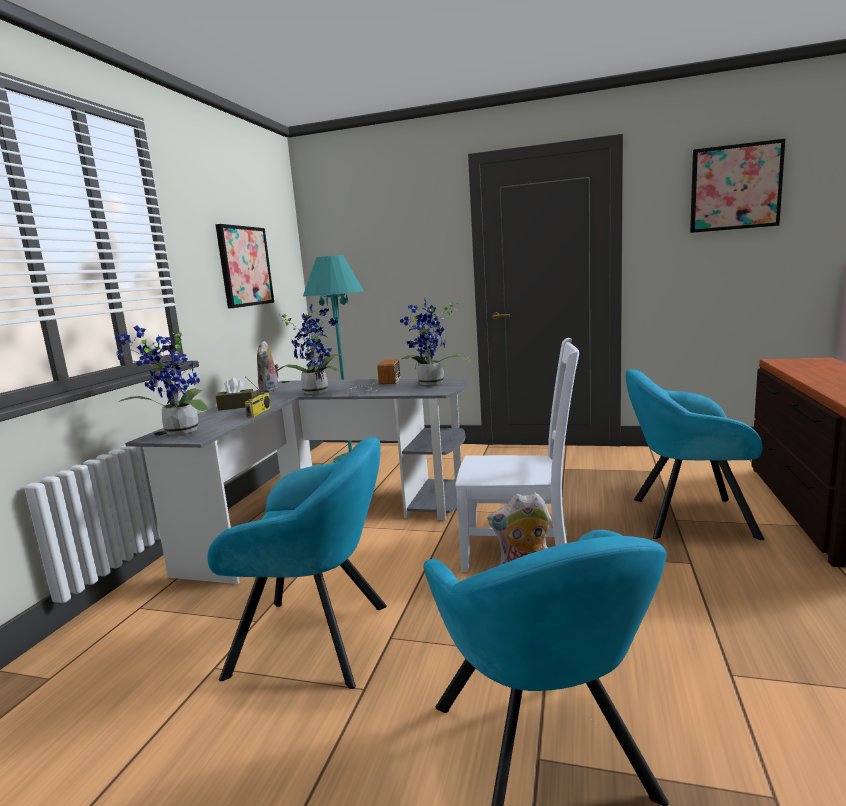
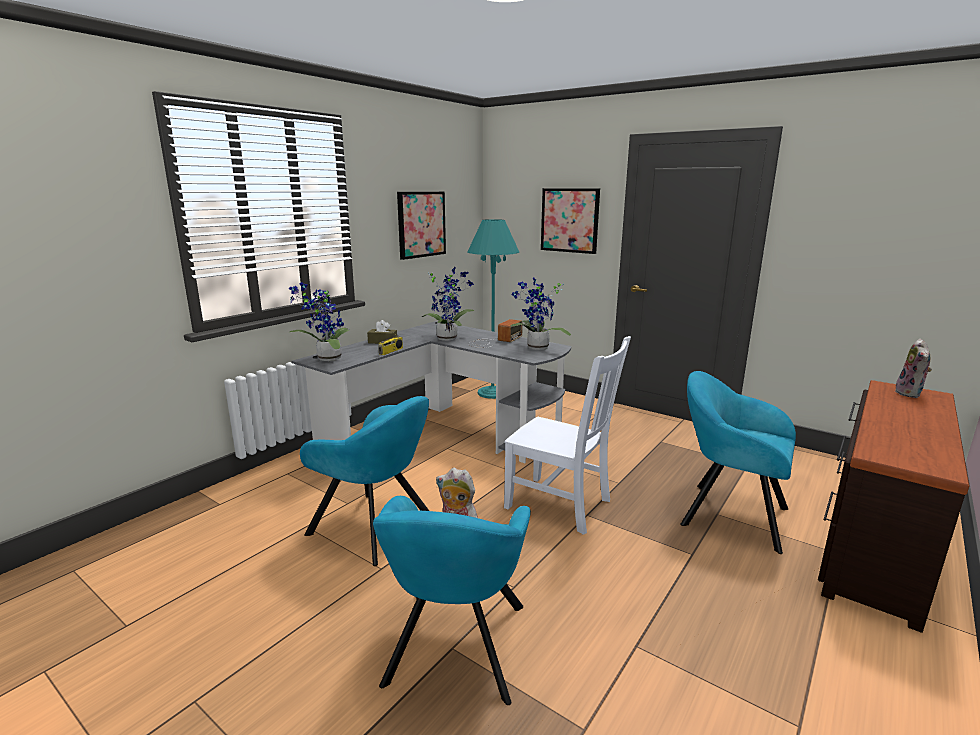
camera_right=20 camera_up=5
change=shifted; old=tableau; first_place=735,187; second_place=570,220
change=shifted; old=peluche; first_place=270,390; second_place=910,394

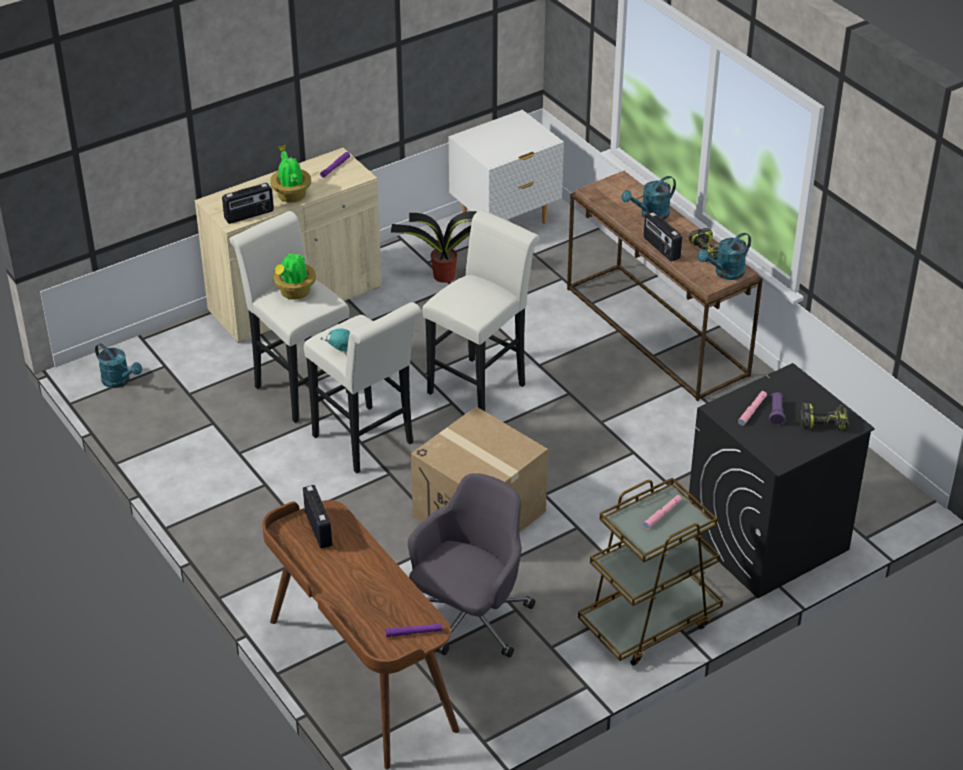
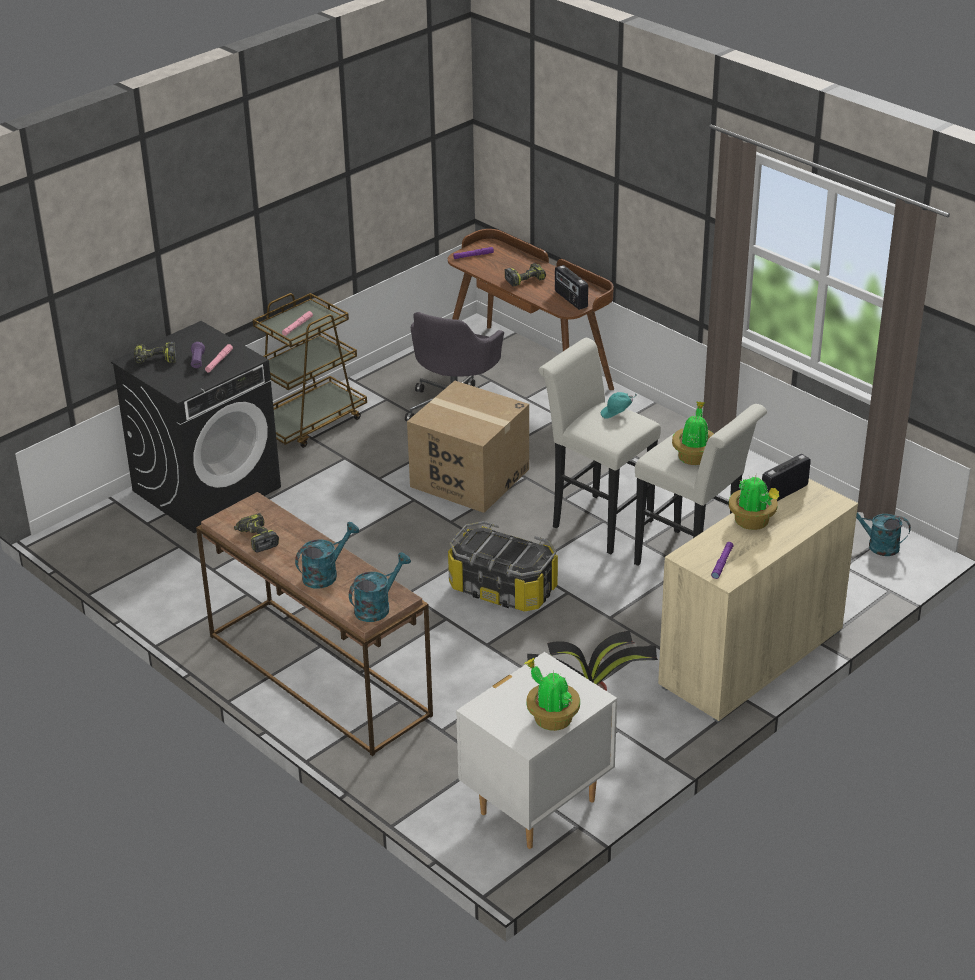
camera_right=170 camera_up=-5
change=shifted; old=arrosoir [turquoise]; first_place=725,273; second_place=377,607
change=swapped; old=tabouret [blanc]; new=boîte de rangement; first_place=481,385; second_place=502,589
change=new; new=perceuse; second_place=525,279
change=new; new=plante en pot; second_place=551,718
change=gone; old=radio; first_place=661,248

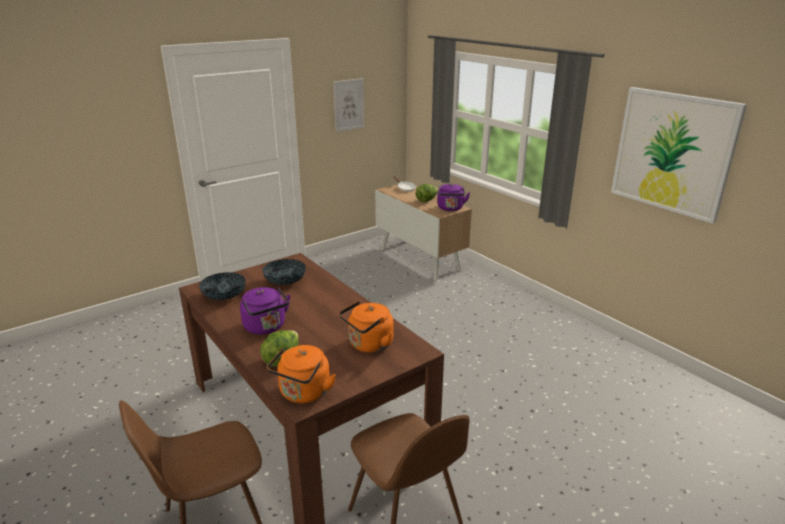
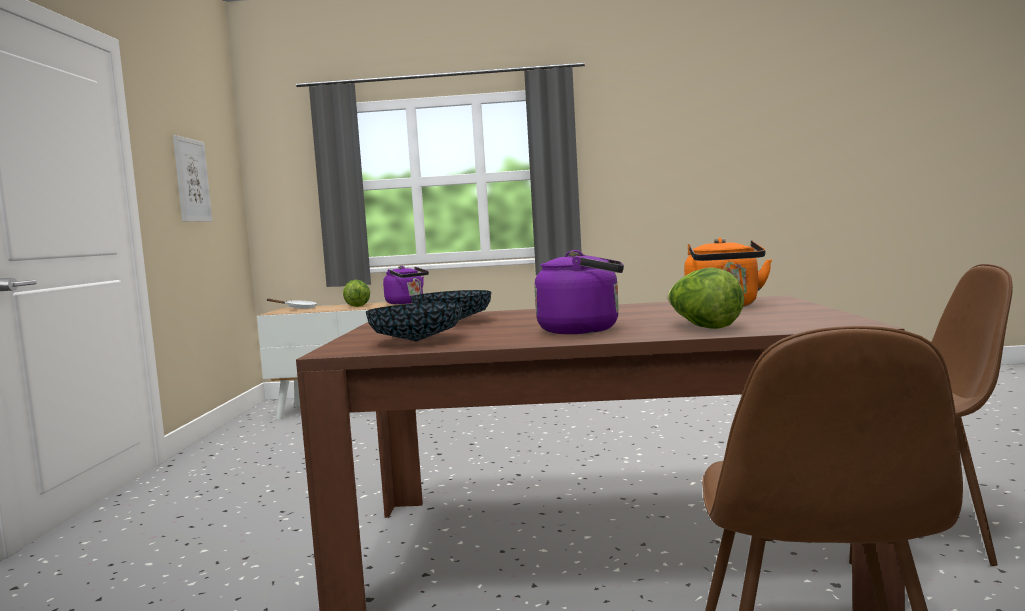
camera_right=-50 camera_up=-20
change=gone; old=bouilloire [orange]; first_place=303,394
change=gone; old=tableau; first_place=673,152

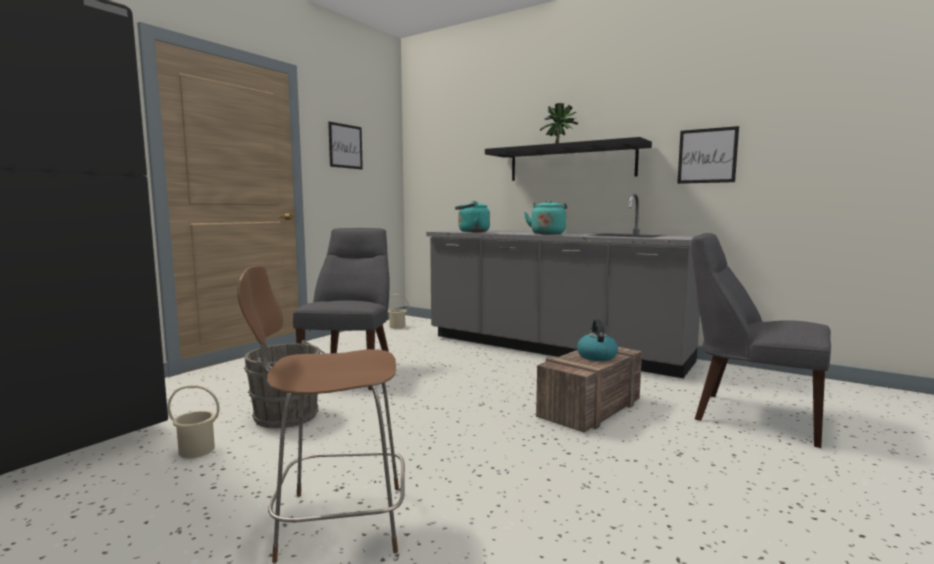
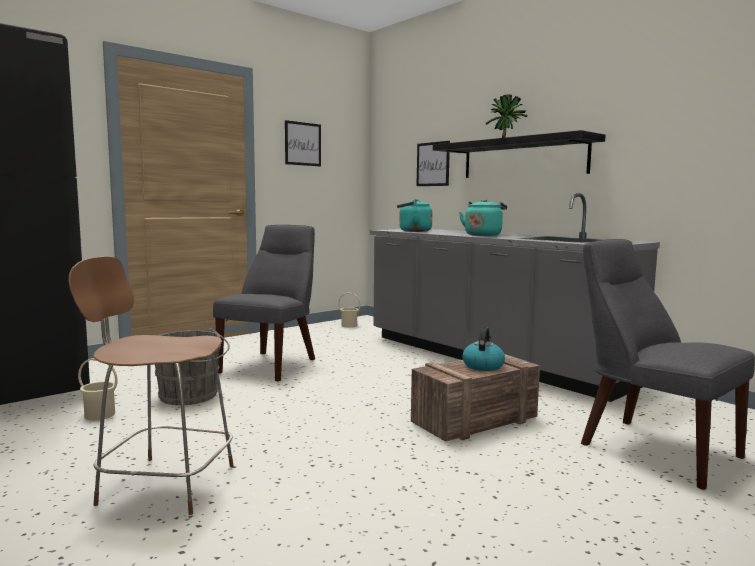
camera_right=15 camera_up=0
change=shifted; old=tableau; first_place=707,156; second_place=433,164

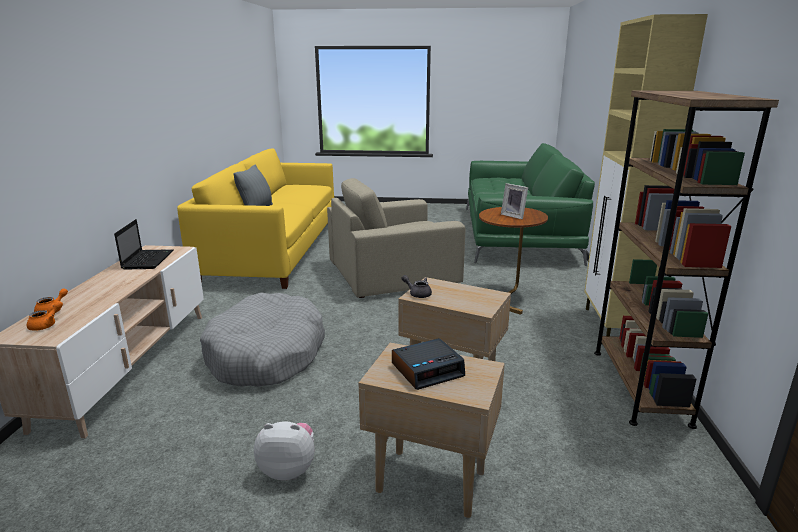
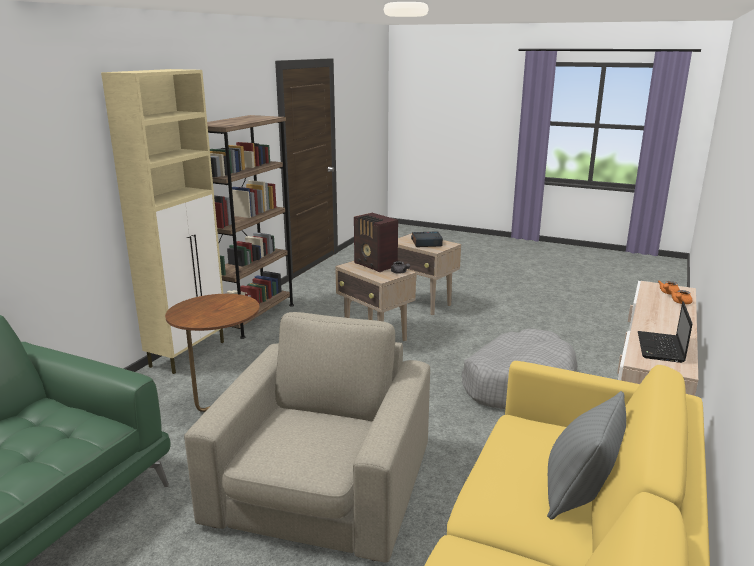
camera_right=-160 camera_up=0
change=rotated; old=fauteuil [beige]; first_place=393,273; second_place=322,486; degrees=-75
change=new; new=radio; second_place=375,265
change=gone; old=peluche; first_place=288,469
change=gone; old=cadre photo; first_place=514,216

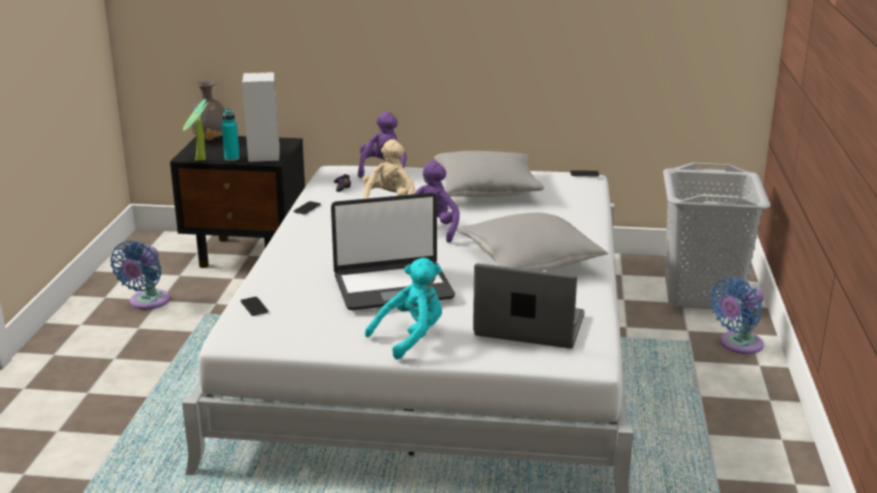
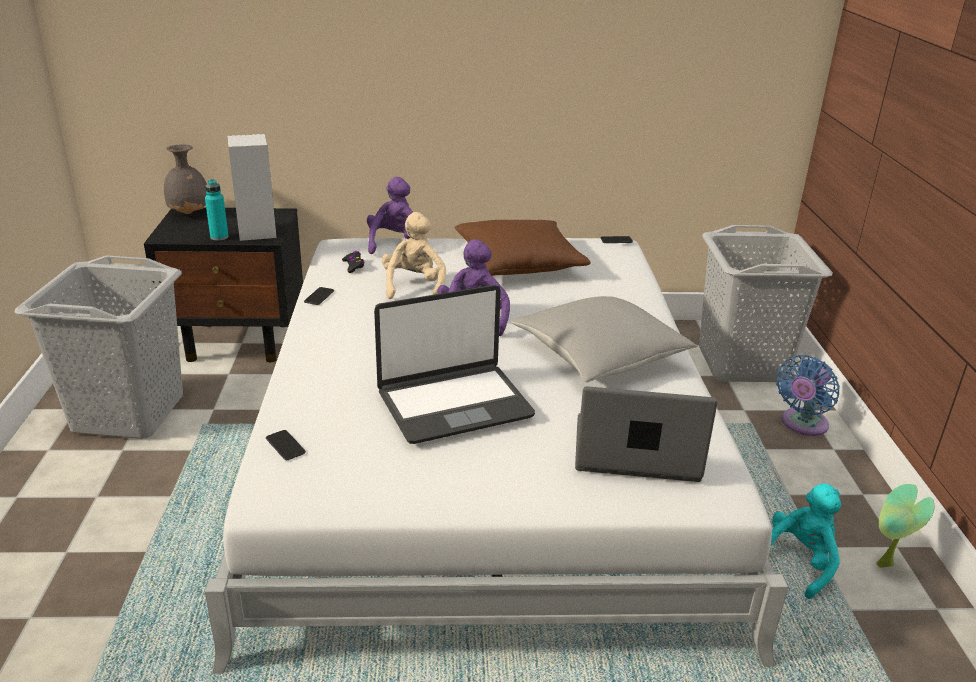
camera_right=-10 camera_up=5
change=swapped; old=ventilateur [bleu]; new=panier à linge [gris]; first_place=147,302; second_place=129,413
change=repainted; old=coussin [gris]; new=coussin [marron]; first_place=486,190; second_place=518,264
change=shifted; old=peluche [turquoise]; first_place=411,337; second_place=799,563
change=shifted; old=plante en pot; first_place=199,160; second_place=885,567

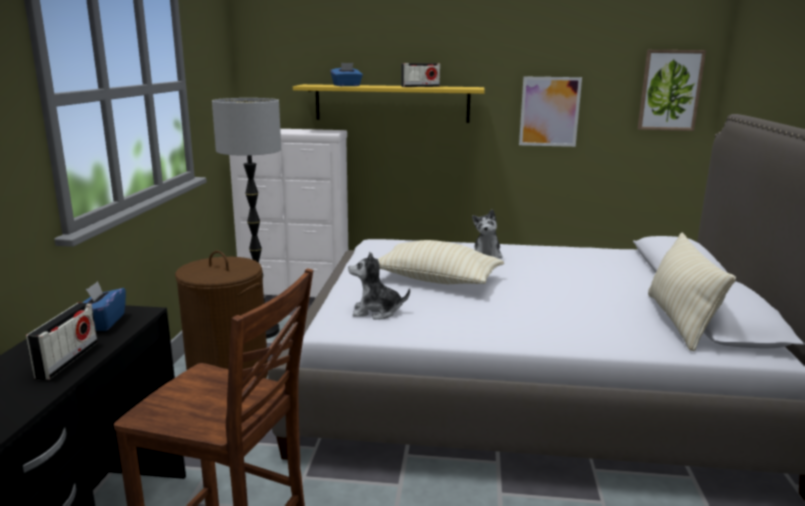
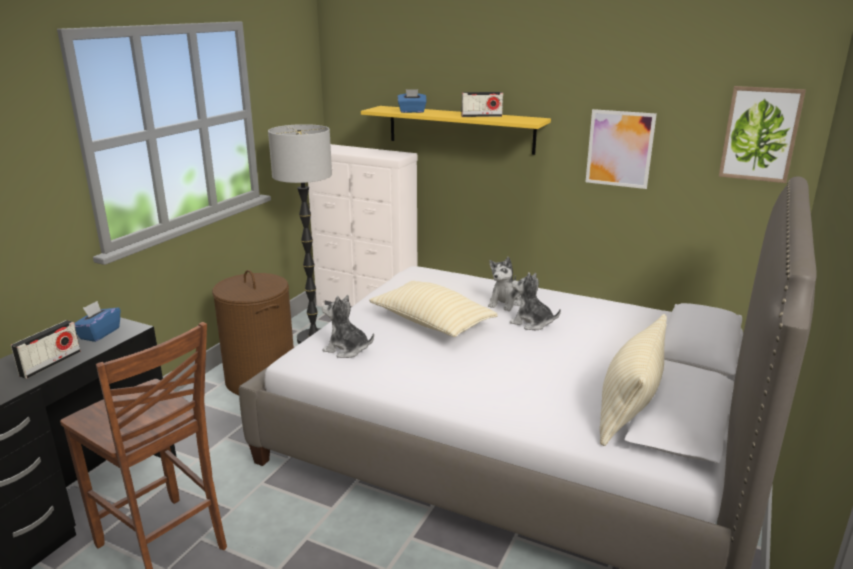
camera_right=20 camera_up=5
change=new; new=peluche; second_place=531,323

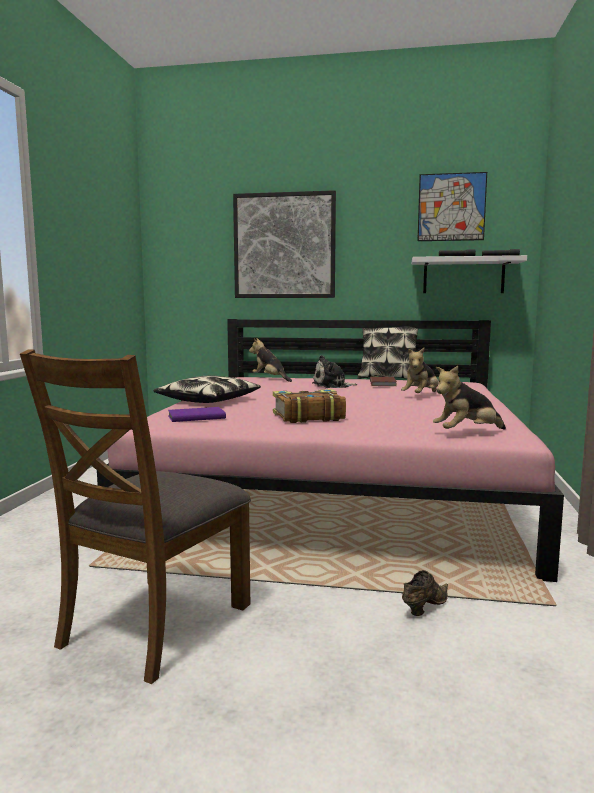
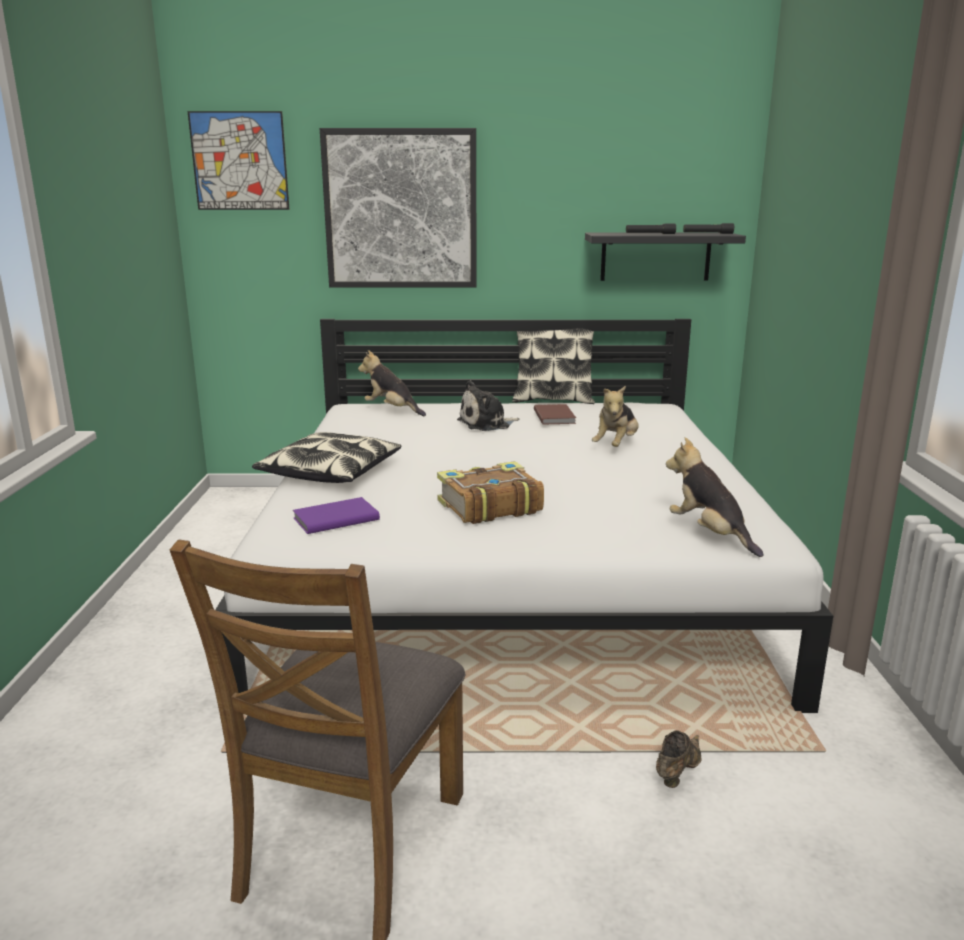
camera_right=-10 camera_up=10
change=shifted; old=tableau; first_place=451,207; second_place=239,161
change=repainted; old=lit [rose]; new=lit [blanc]; first_place=339,486; second_place=511,571
change=repainted; old=étagère [blanc]; new=étagère [noir]; first_place=463,276; second_place=655,256
change=rotated; old=peluche; first_place=467,433; second_place=709,534; degrees=90

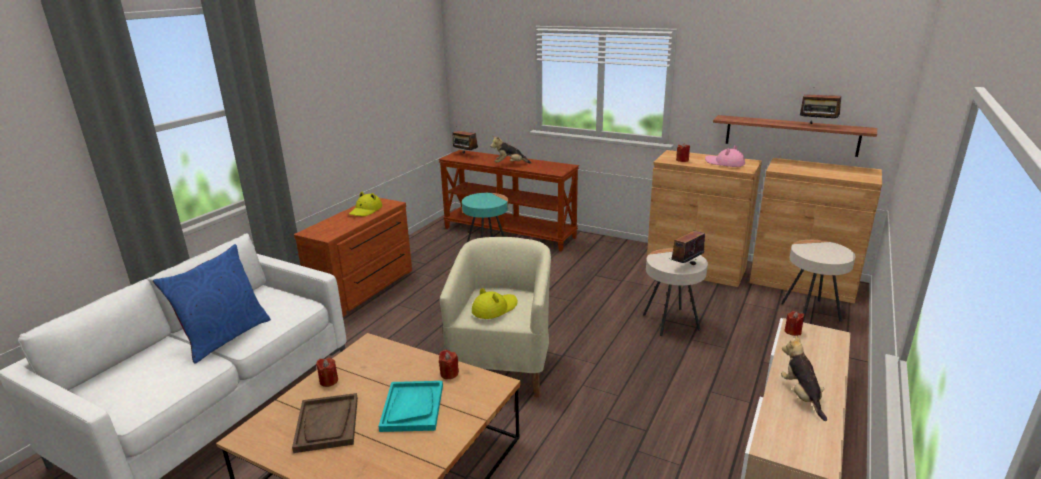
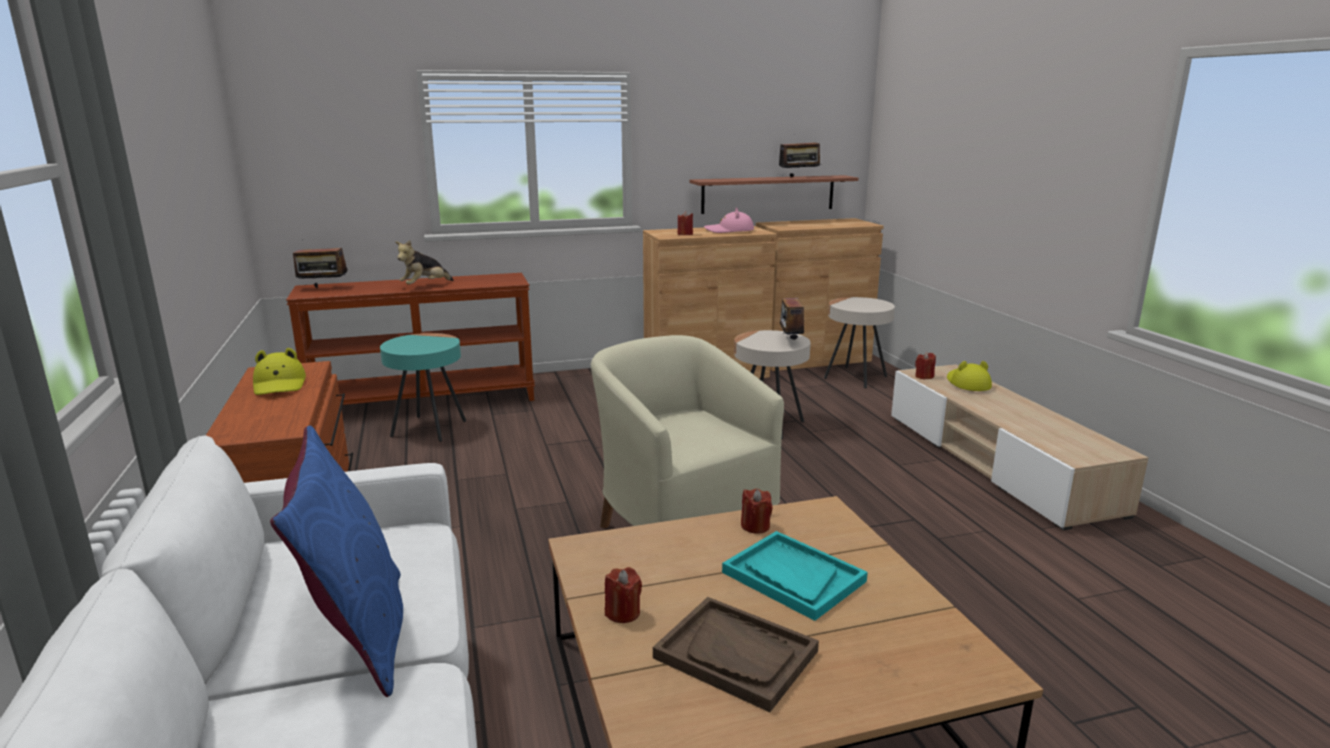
camera_right=-45 camera_up=-5
change=shifted; old=chapeau [jaune]; first_place=494,308; second_place=967,383
change=gone; old=peluche; first_place=801,396

